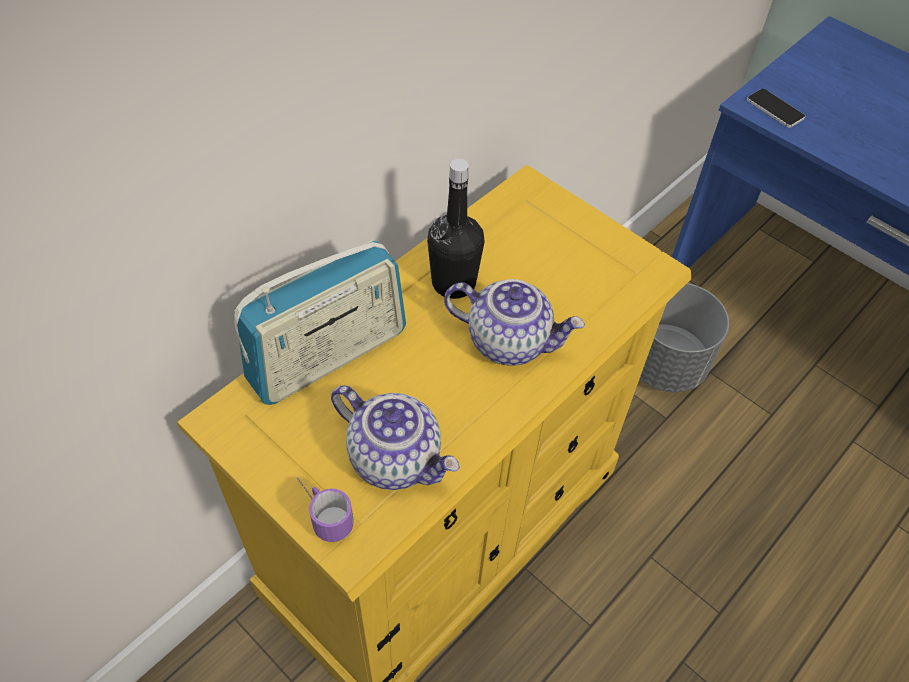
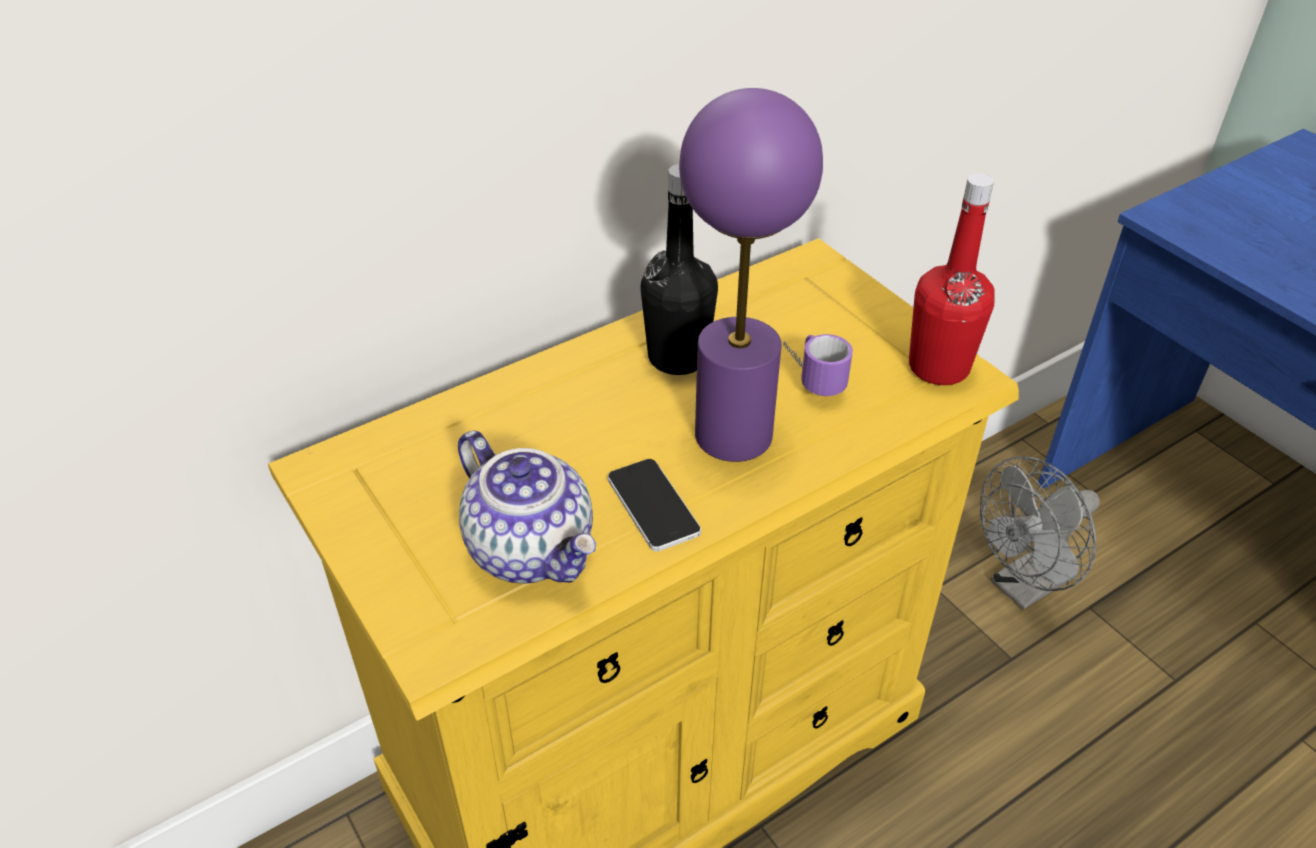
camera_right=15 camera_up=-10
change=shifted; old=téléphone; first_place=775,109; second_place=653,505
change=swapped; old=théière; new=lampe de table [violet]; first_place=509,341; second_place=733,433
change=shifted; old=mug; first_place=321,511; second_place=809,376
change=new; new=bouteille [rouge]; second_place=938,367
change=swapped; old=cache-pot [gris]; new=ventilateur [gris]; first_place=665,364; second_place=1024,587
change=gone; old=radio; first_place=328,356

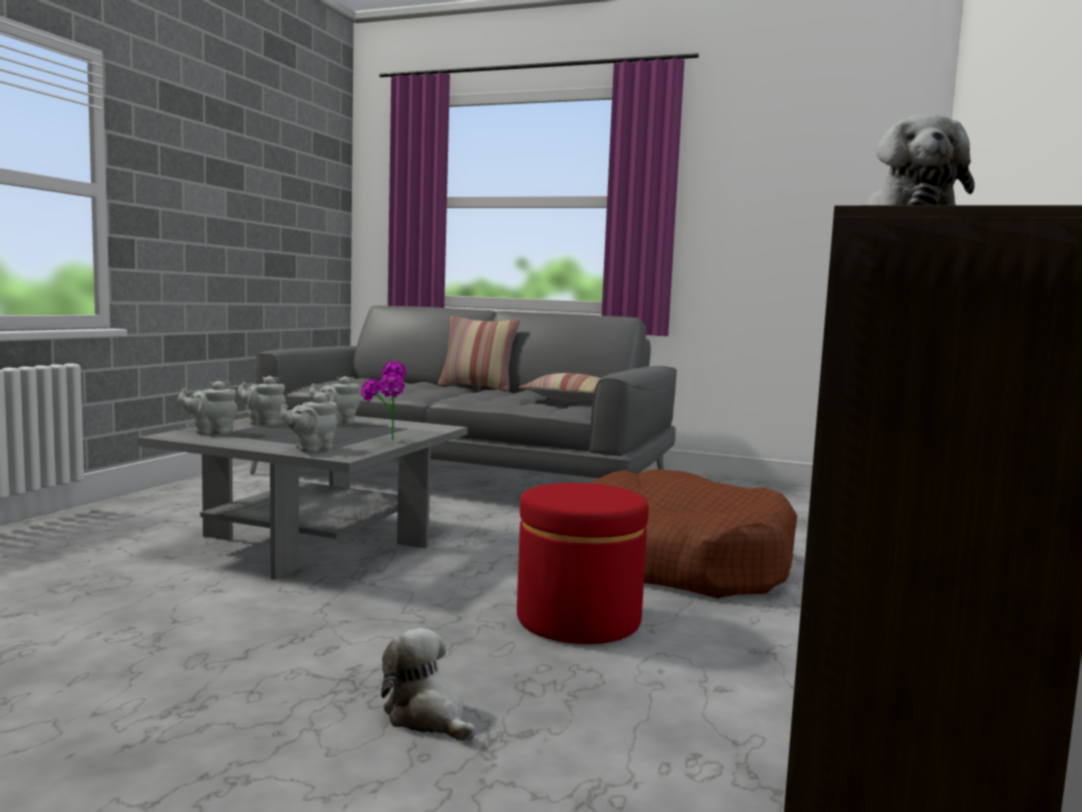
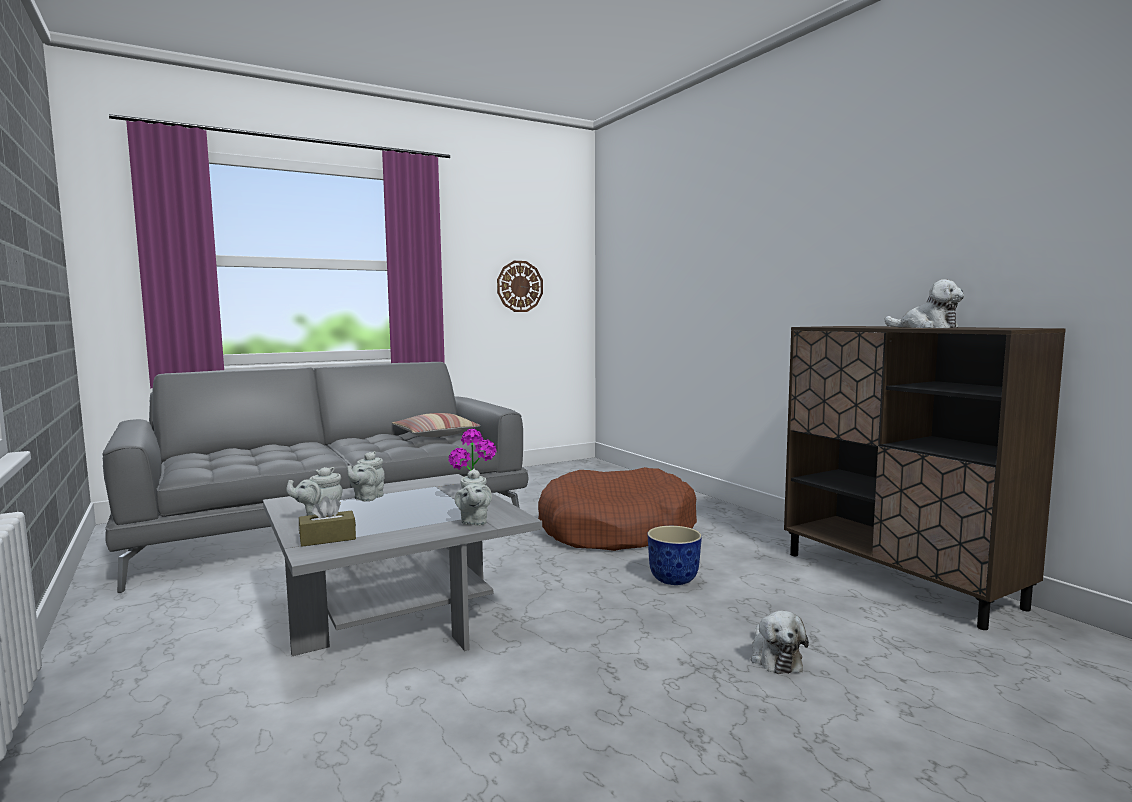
camera_right=-50 camera_up=0
change=swapped; old=théière [gris]; new=boîte à mouchoirs [marron]; first_place=211,432; second_place=327,538
change=new; new=horloge murale; second_place=519,286
change=swapped; old=pouf [rouge]; new=cache-pot; first_place=578,620; second_place=674,580
change=rotated; old=peluche; first_place=427,717; second_place=774,658; degrees=-90
change=gone; old=coussin; first_place=477,387

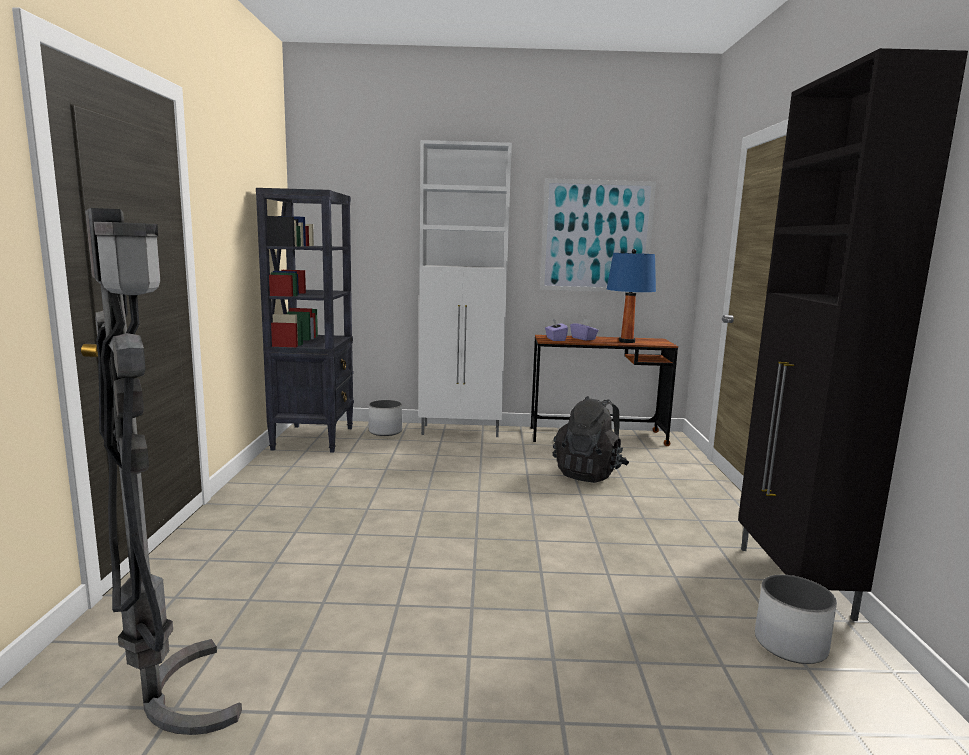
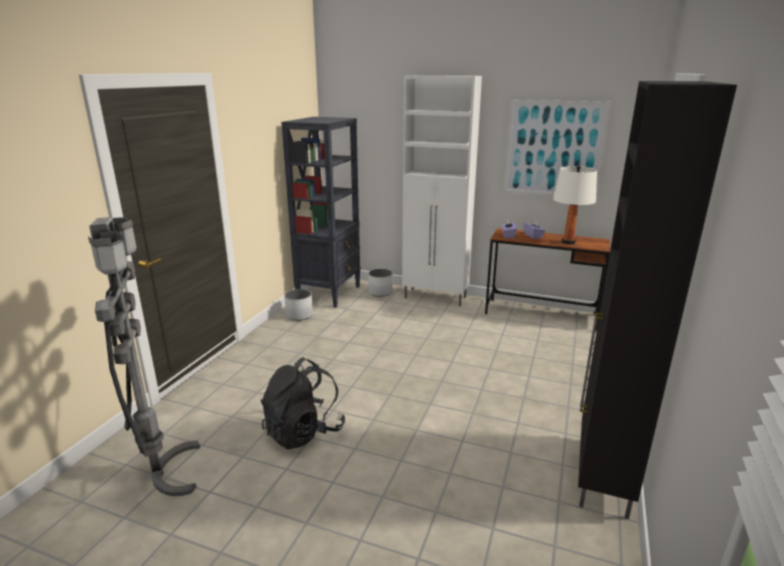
camera_right=20 camera_up=10
change=shifted; old=sac à dos [noir]; first_place=589,473; second_place=303,431
change=shifted; old=cache-pot [blanc]; first_place=790,644; second_place=299,315
change=repainted; old=lampe de table [bleu]; new=lampe de table [blanc]; first_place=627,341; second_place=568,242

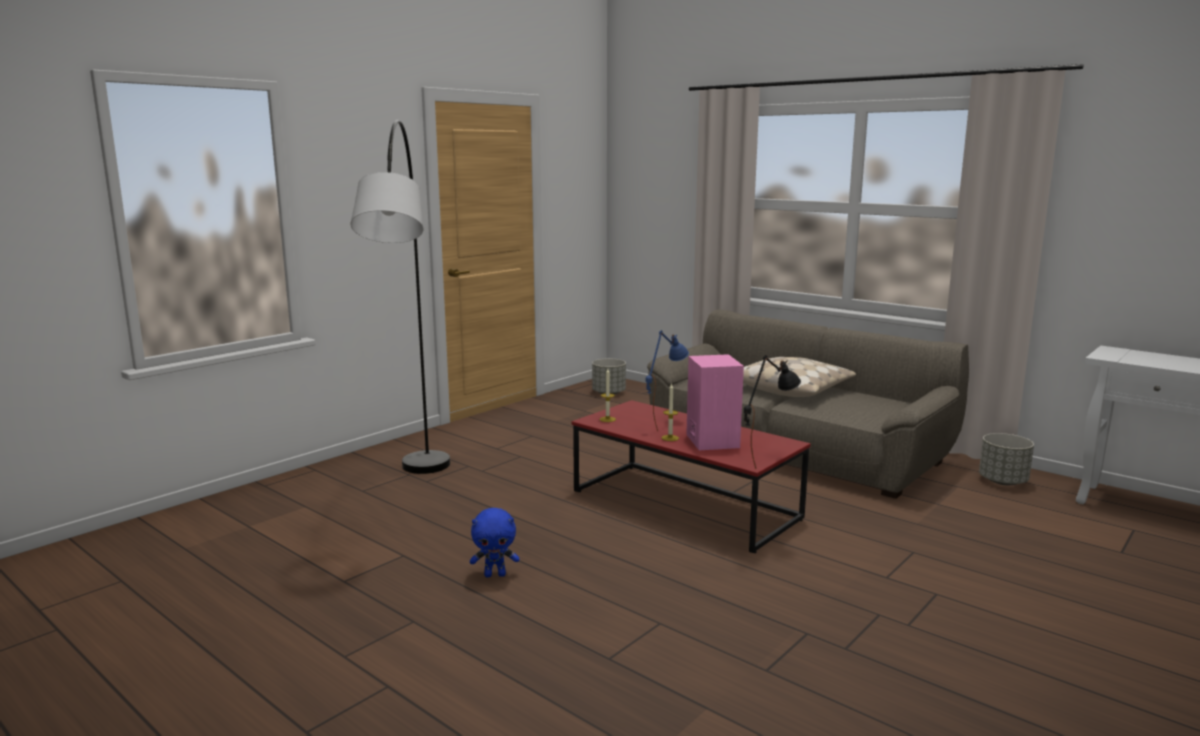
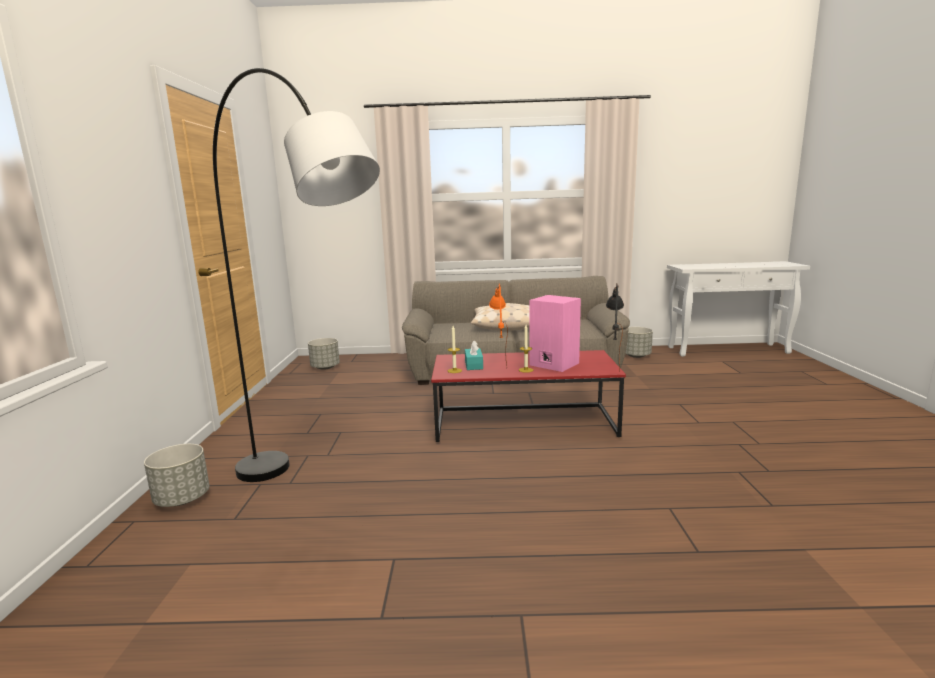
camera_right=-40 camera_up=0
change=new; new=cache-pot [gris]; second_place=182,499
change=new; new=boîte à mouchoirs [turquoise]; second_place=473,365
change=repainted; old=lampe de table [bleu]; new=lampe de table [orange]; first_place=664,424; second_place=499,363
change=gone; old=peluche [bleu]; first_place=495,575

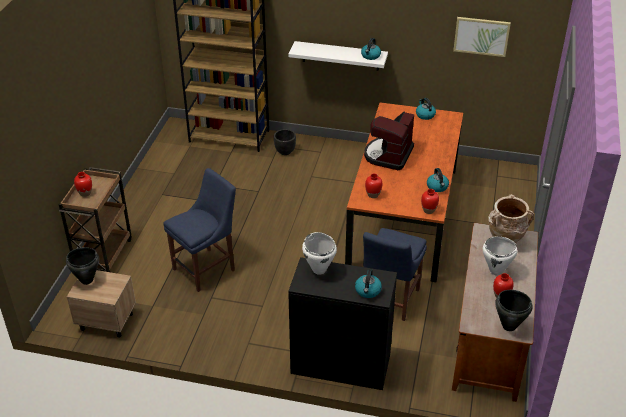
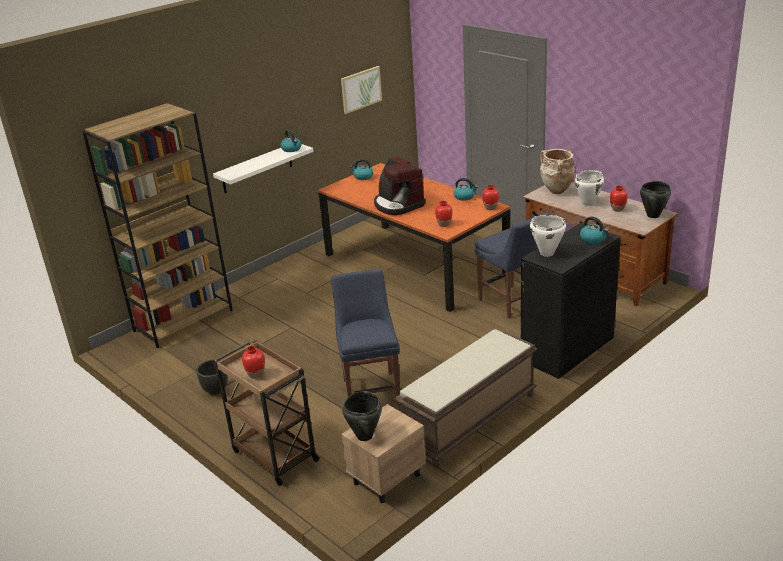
camera_right=-55 camera_up=-10
change=shifted; old=cache-pot [noir]; first_place=285,152; second_place=215,390
change=new; new=banc [marron]; second_place=469,420

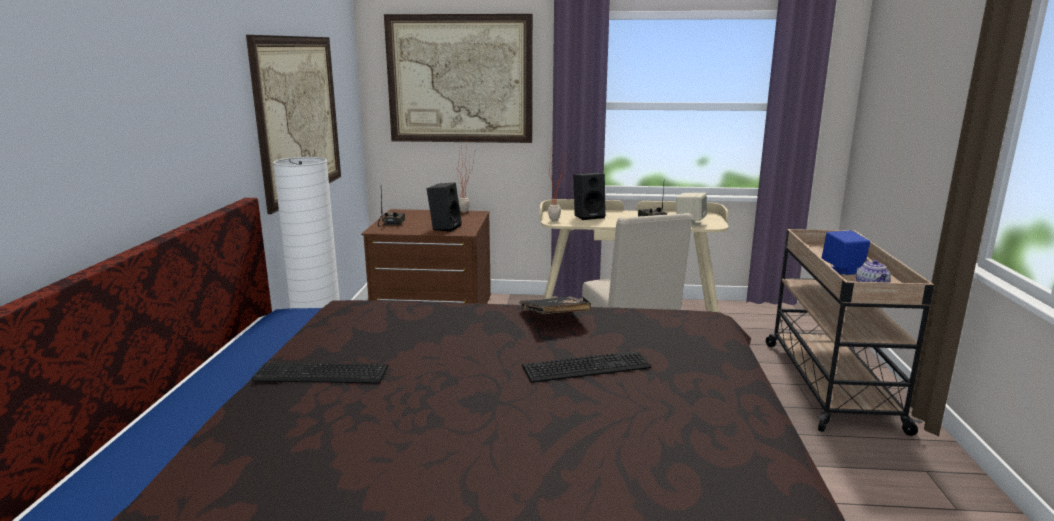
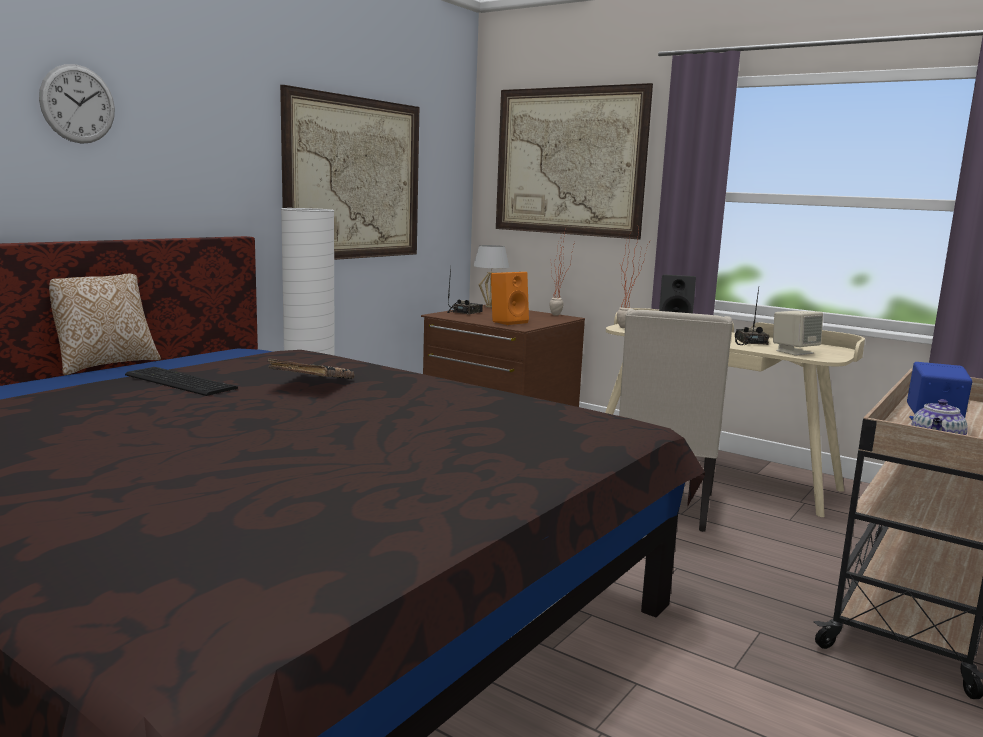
camera_right=30 camera_up=-5
change=new; new=horloge murale; second_place=78,104
change=new; new=coussin; second_place=104,364
change=shifted; old=livre [noir]; first_place=553,317; second_place=312,384
change=new; new=lampe de table [blanc]; second_place=489,306
change=repainted; old=enceinte [noir]; new=enceinte [orange]; first_place=444,227; second_place=508,322
change=gone; old=clavier; first_place=584,366

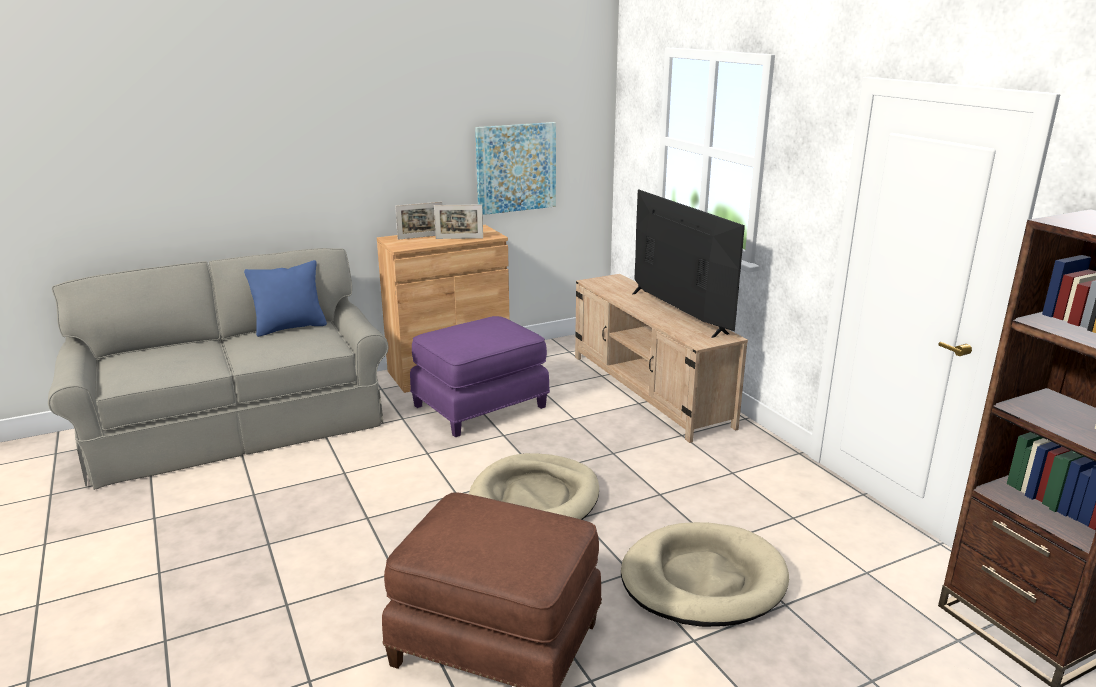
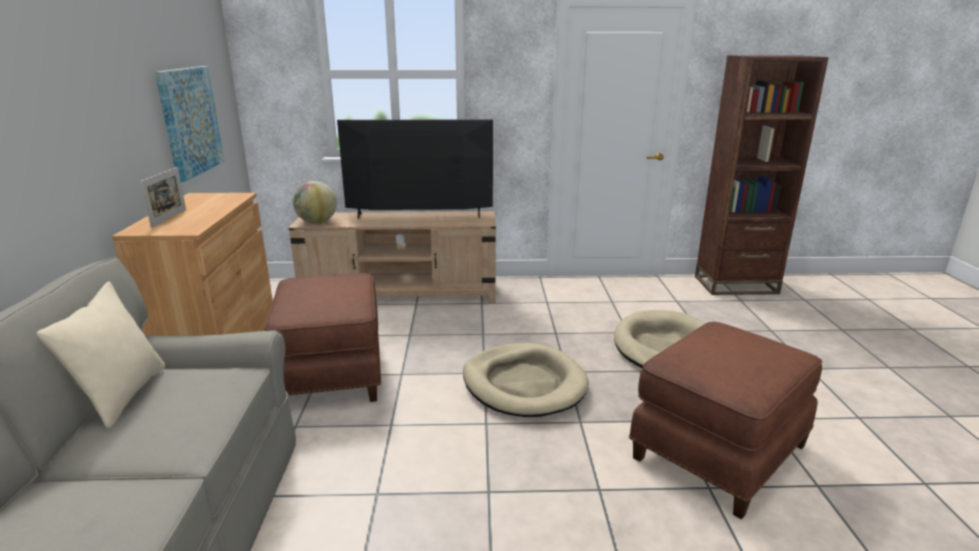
camera_right=-65 camera_up=0
change=repainted; old=coussin [bleu]; new=coussin [beige]; first_place=290,327; second_place=122,396
change=repainted; old=pouf [violet]; new=pouf [marron]; first_place=481,407; second_place=332,373
change=new; new=globe; second_place=317,222
change=gone; old=cadre photo; first_place=459,238

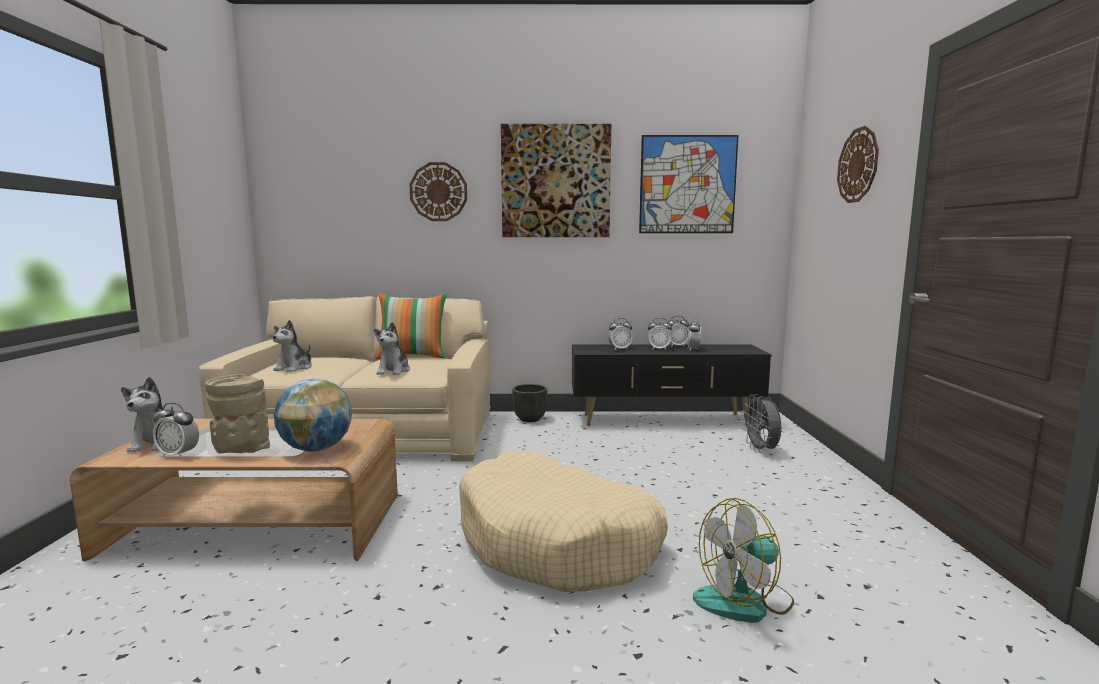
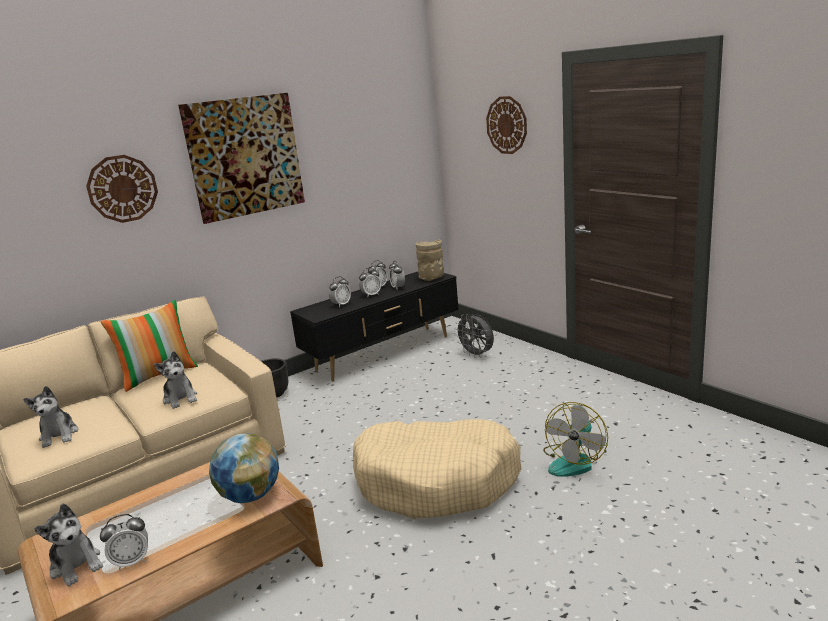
camera_right=-35 camera_up=10
change=shifted; old=vase [beige]; first_place=241,449; second_place=431,278
change=gone; old=tableau; first_place=687,185

